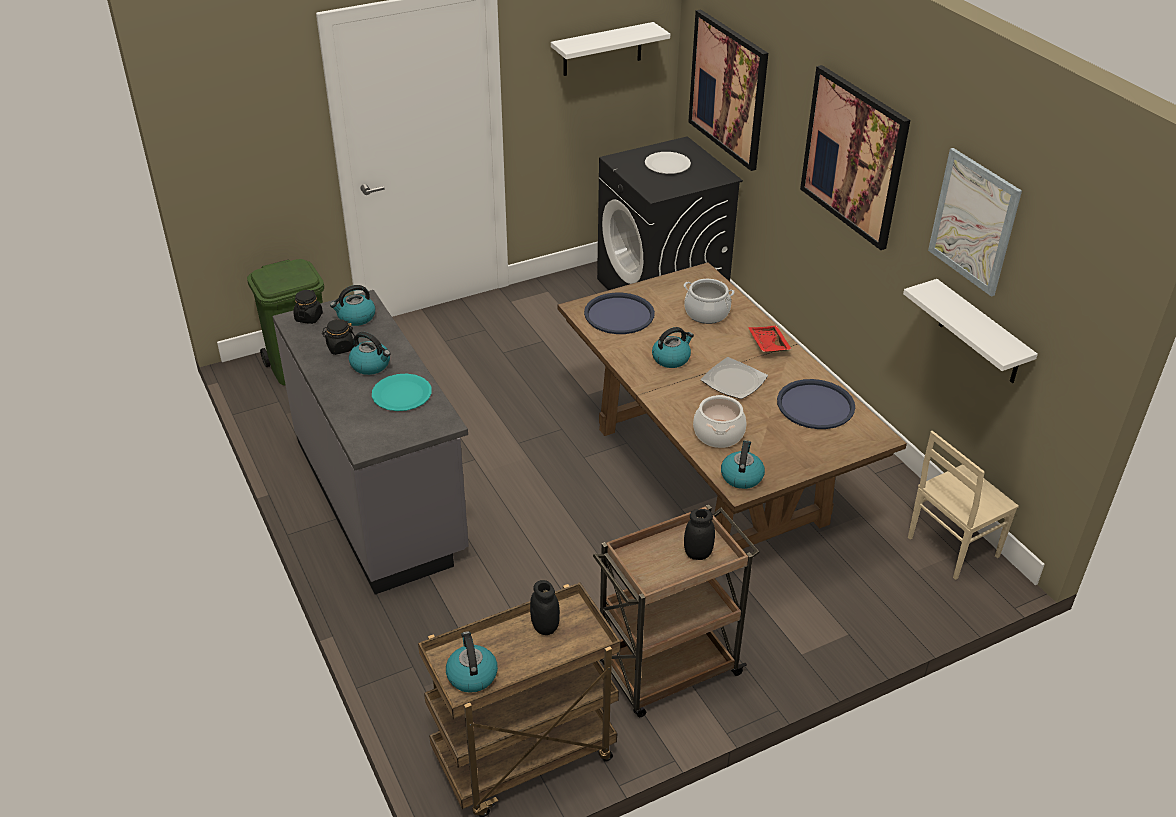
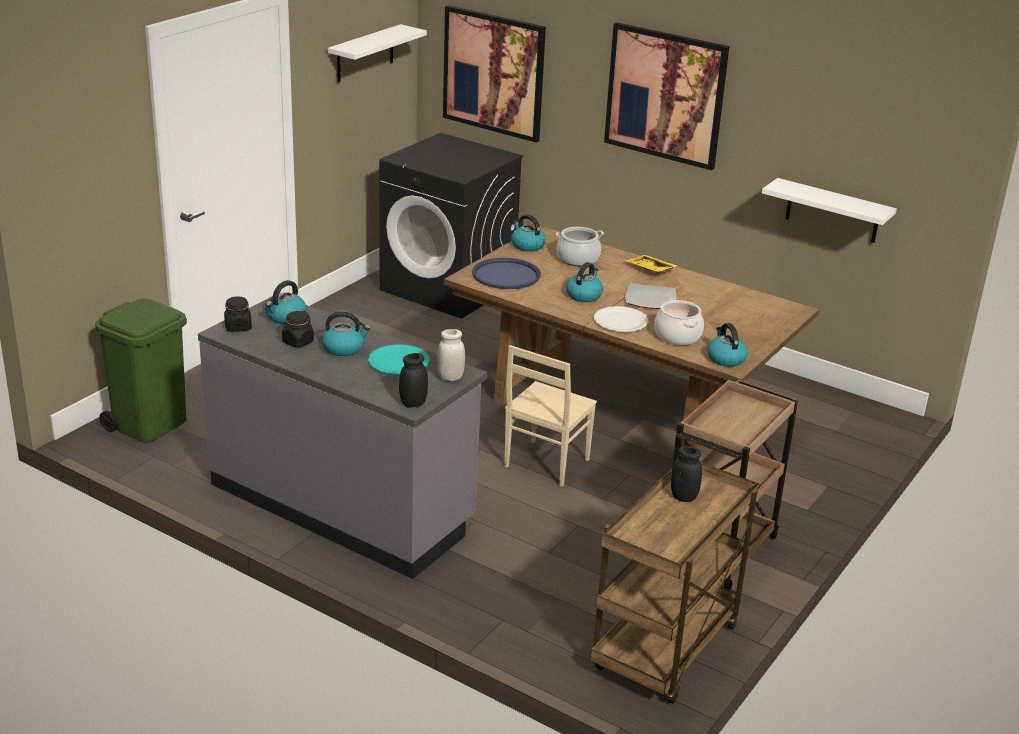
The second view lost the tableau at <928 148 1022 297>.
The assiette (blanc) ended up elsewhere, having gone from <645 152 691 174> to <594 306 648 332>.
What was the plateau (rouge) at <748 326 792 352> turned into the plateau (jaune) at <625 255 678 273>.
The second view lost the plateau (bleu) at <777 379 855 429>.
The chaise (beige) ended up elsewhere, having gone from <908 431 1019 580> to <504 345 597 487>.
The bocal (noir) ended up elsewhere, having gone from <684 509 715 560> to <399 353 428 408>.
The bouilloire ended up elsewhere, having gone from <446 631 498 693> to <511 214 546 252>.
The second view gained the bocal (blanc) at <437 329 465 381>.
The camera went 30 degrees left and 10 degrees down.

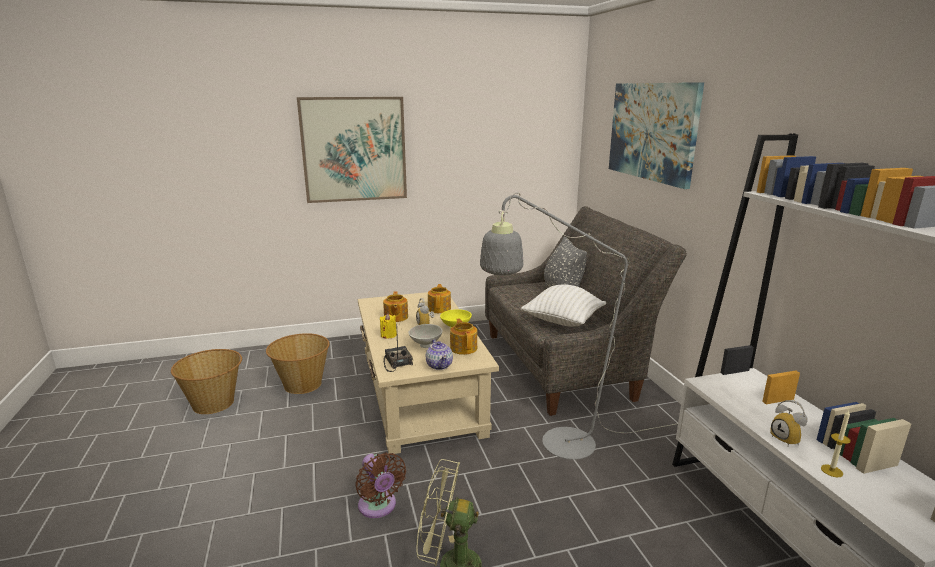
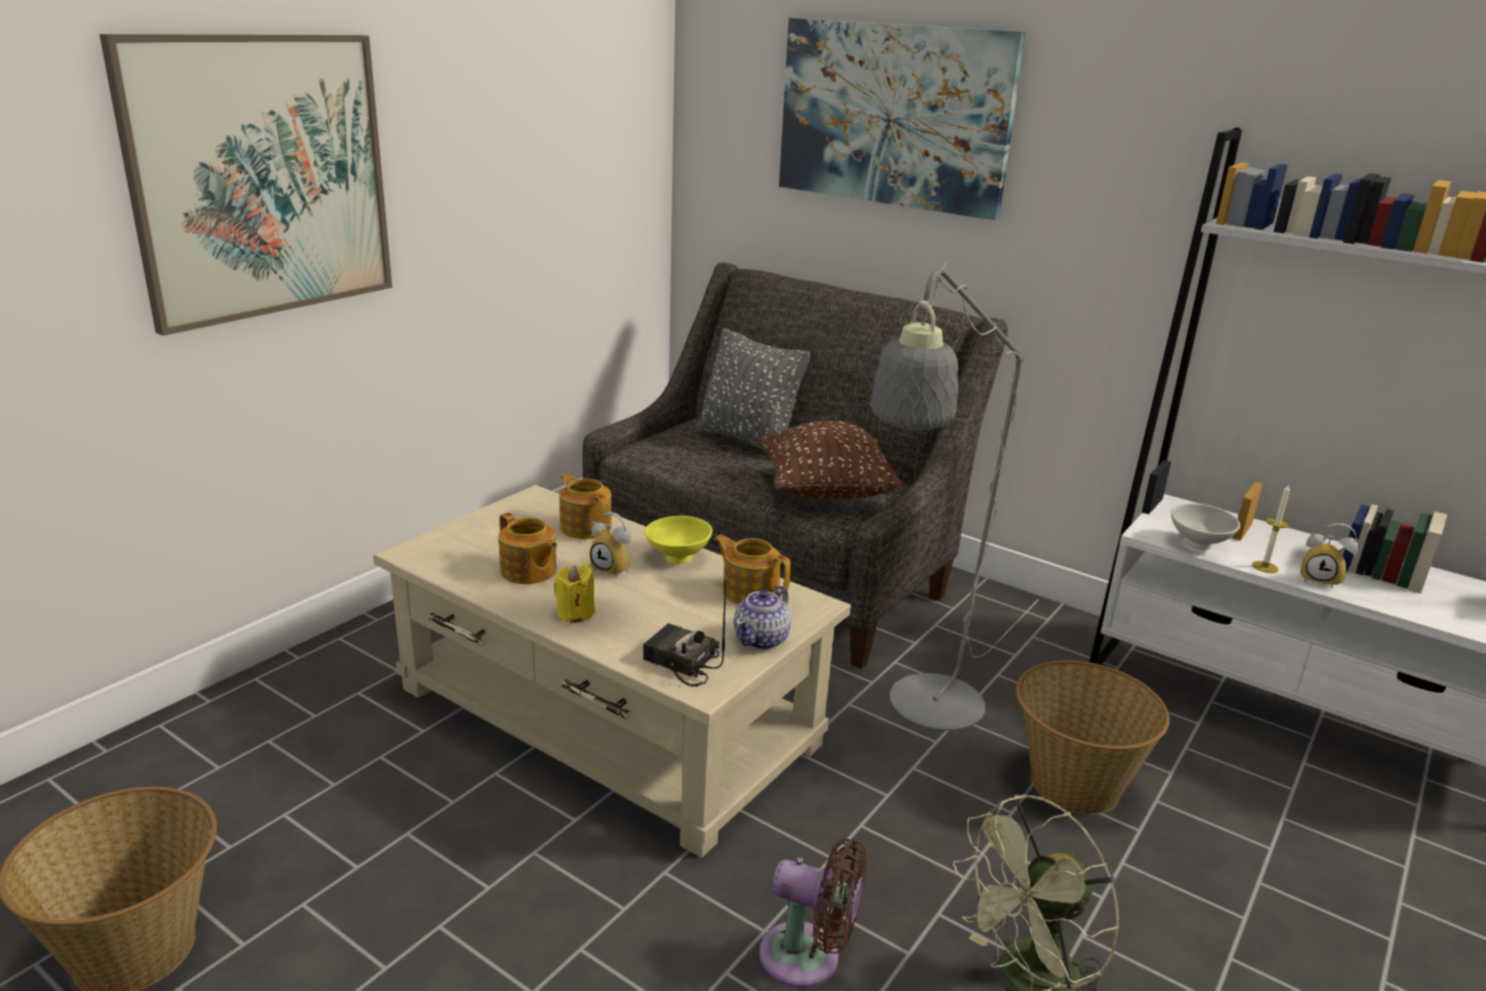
What was the coussin (blanc) at <521 285 606 327> turned into the coussin (marron) at <759 421 903 499>.
The bol (blanc) ended up elsewhere, having gone from <409 324 443 348> to <1171 503 1240 550>.
The panier ended up elsewhere, having gone from <266 333 330 394> to <1016 660 1170 815>.
The théière at <426 339 453 370> ended up facing another way, 90 degrees clockwise from before.
The bougie ended up elsewhere, having gone from <821 410 851 477> to <1252 484 1290 573>.
The camera went 40 degrees left and 5 degrees up.

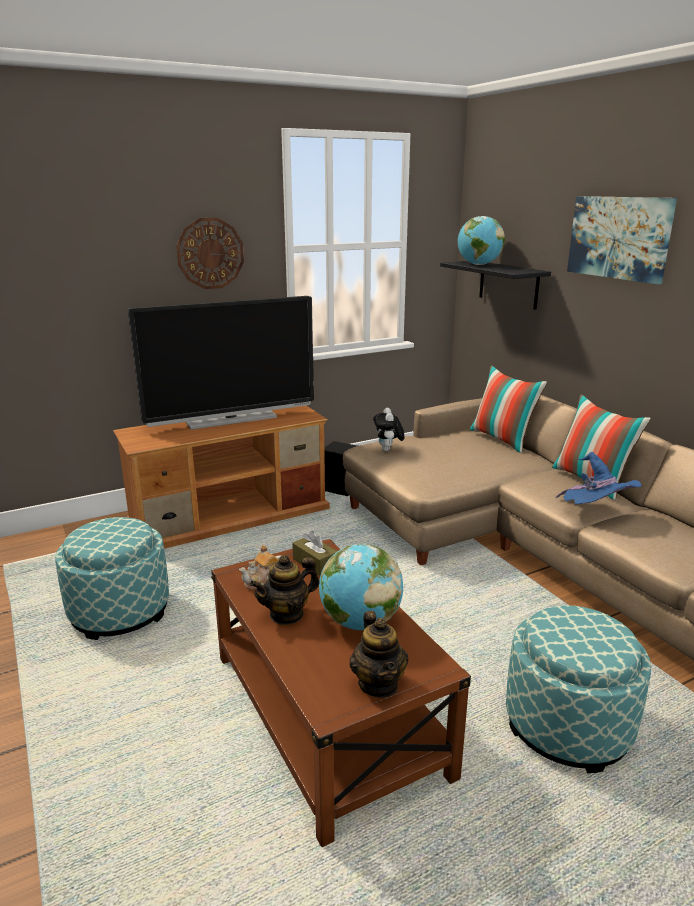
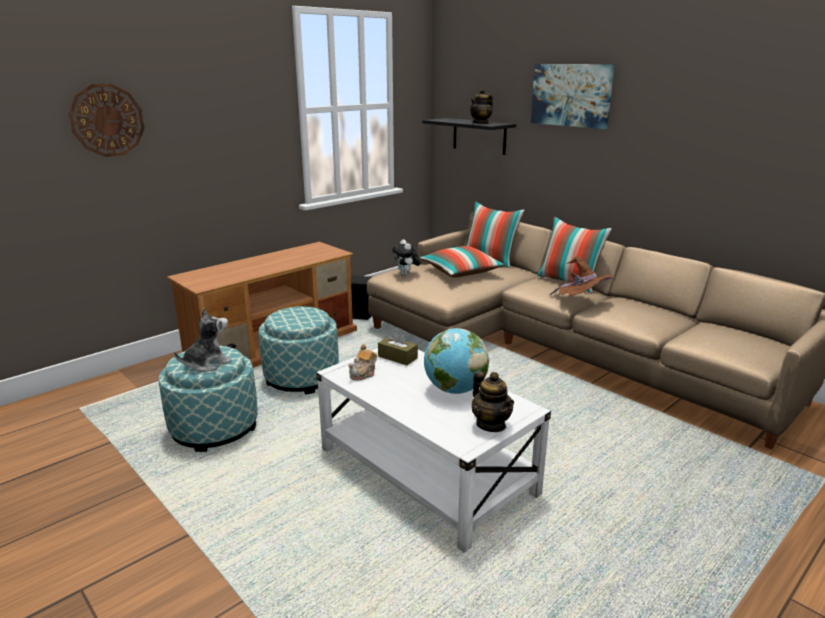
The second view lost the globe at <458 216 505 265>.
The horloge murale ended up elsewhere, having gone from <176 218 244 289> to <69 84 145 157>.
The second view lost the téléviseur at <128 296 314 430>.
What was the chapeau (bleu) at <555 452 642 504> turned into the chapeau (marron) at <550 256 614 296>.
What was the table basse (marron) at <211 539 471 847> turned into the table basse (blanc) at <316 348 551 553>.
The théière ended up elsewhere, having gone from <250 555 319 625> to <470 89 493 124>.
The pouf ended up elsewhere, having gone from <506 605 651 773> to <259 306 339 395>.
The second view gained the coussin at <420 246 505 277>.
The second view gained the peluche at <174 308 232 372>.
The camera went 15 degrees left and 0 degrees up.

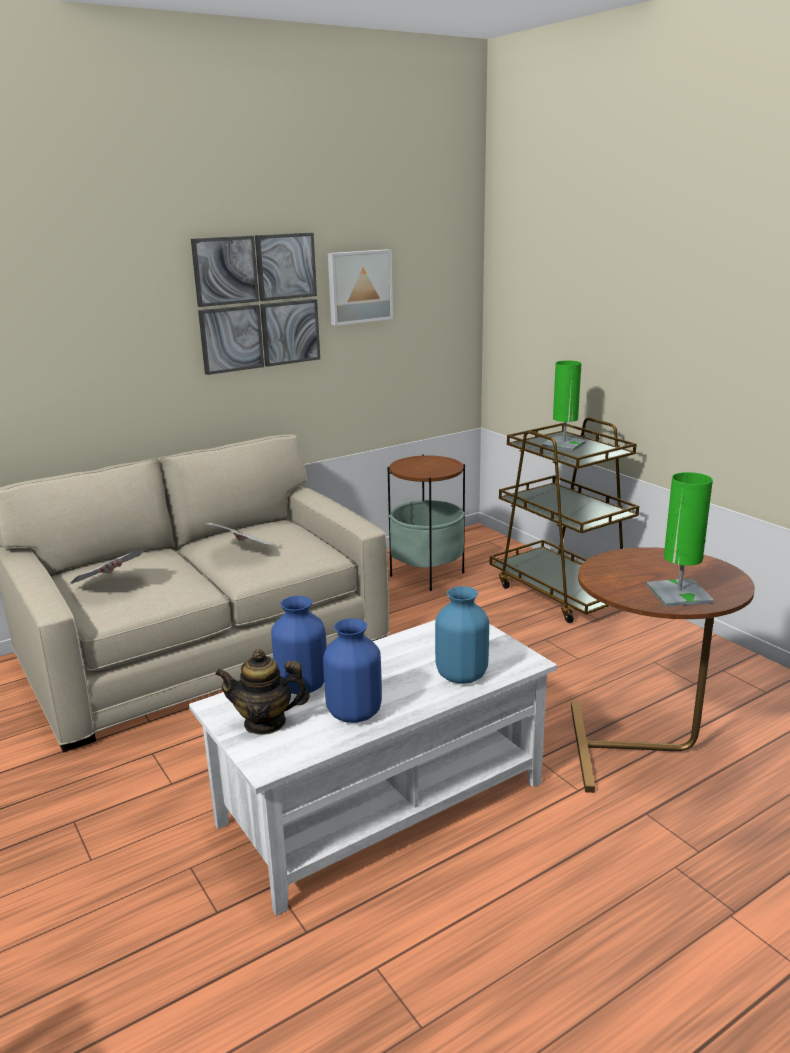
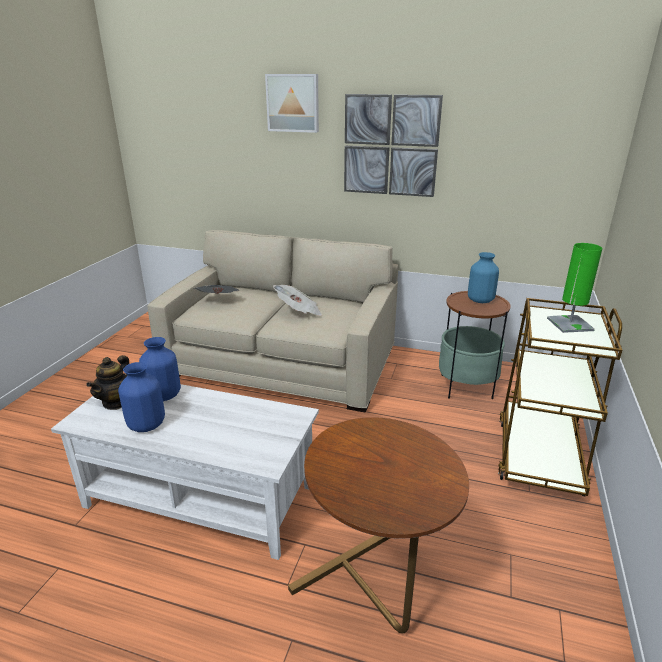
The tableau ended up elsewhere, having gone from <328 249 393 326> to <265 74 319 133>.
The second view lost the lampe de table (vert) at <646 472 714 607>.
The vase (bleu) ended up elsewhere, having gone from <435 586 489 684> to <468 252 499 303>.
The théière at <215 649 310 735> ended up facing another way, 120 degrees counterclockwise from before.
The camera went 50 degrees right and 5 degrees up.

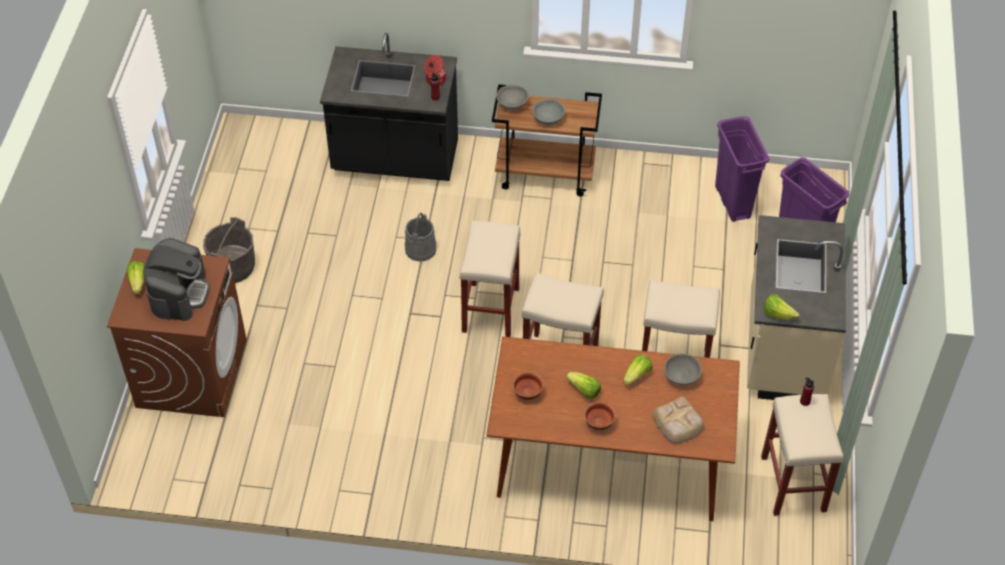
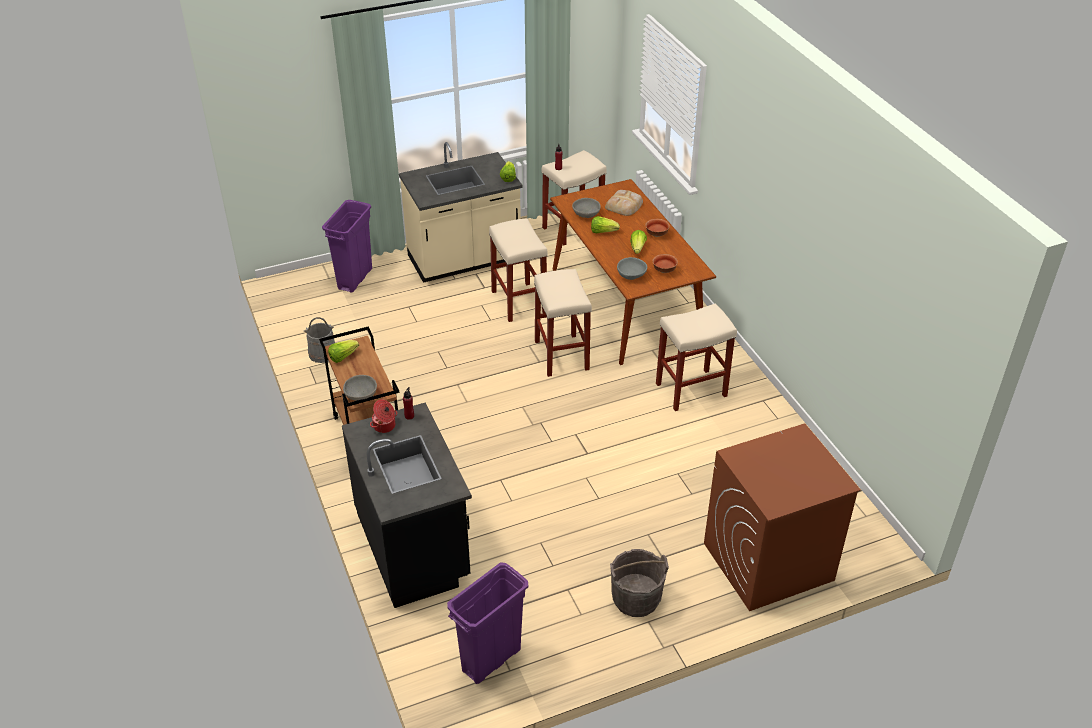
The bol (gris) ended up elsewhere, having gone from <533 99 565 125> to <617 257 647 280>.
The poubelle (violet) ended up elsewhere, having gone from <715 116 770 222> to <447 562 528 684>.
The seau (gris) ended up elsewhere, having gone from <405 213 436 262> to <304 317 335 363>.
The tabouret (beige) ended up elsewhere, having gone from <460 221 521 337> to <656 304 737 411>.
The second view lost the machine à café at <143 238 210 321>.
The laitue ended up elsewhere, having gone from <127 261 145 294> to <328 340 359 363>.
The camera went 120 degrees left and 10 degrees down.

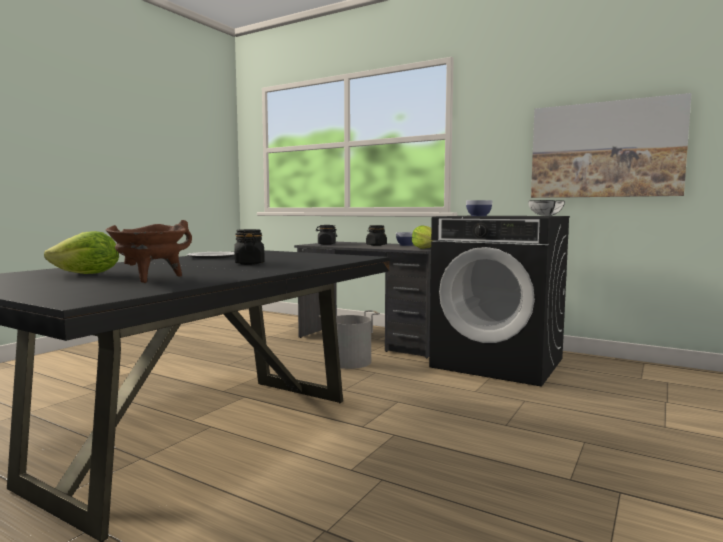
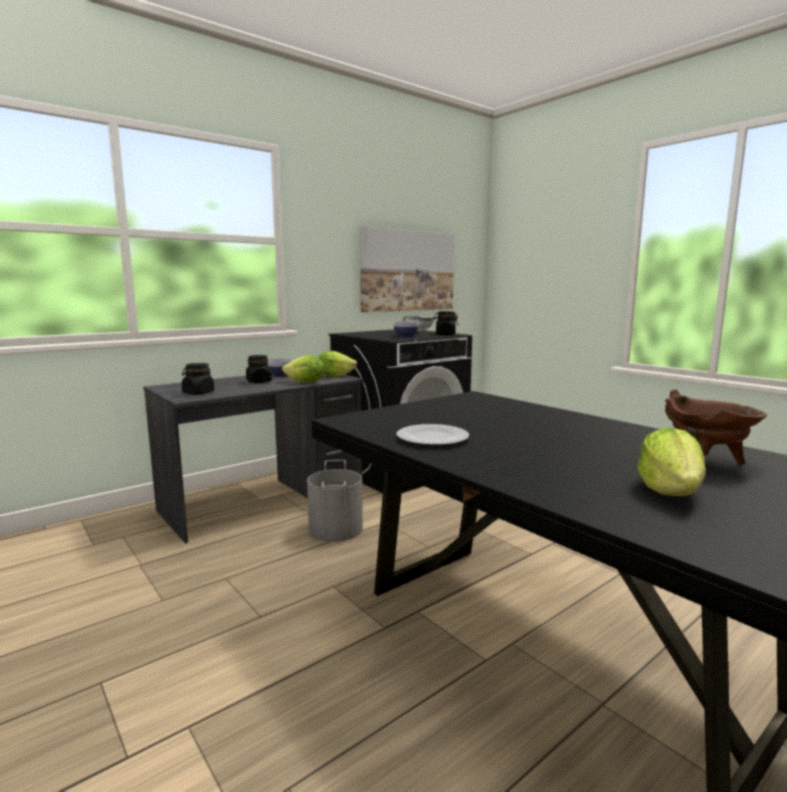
The bocal (noir) ended up elsewhere, having gone from <234 229 265 265> to <433 311 458 335>.
The second view gained the laitue at <282 355 325 382>.
The camera went 70 degrees left and 5 degrees up.

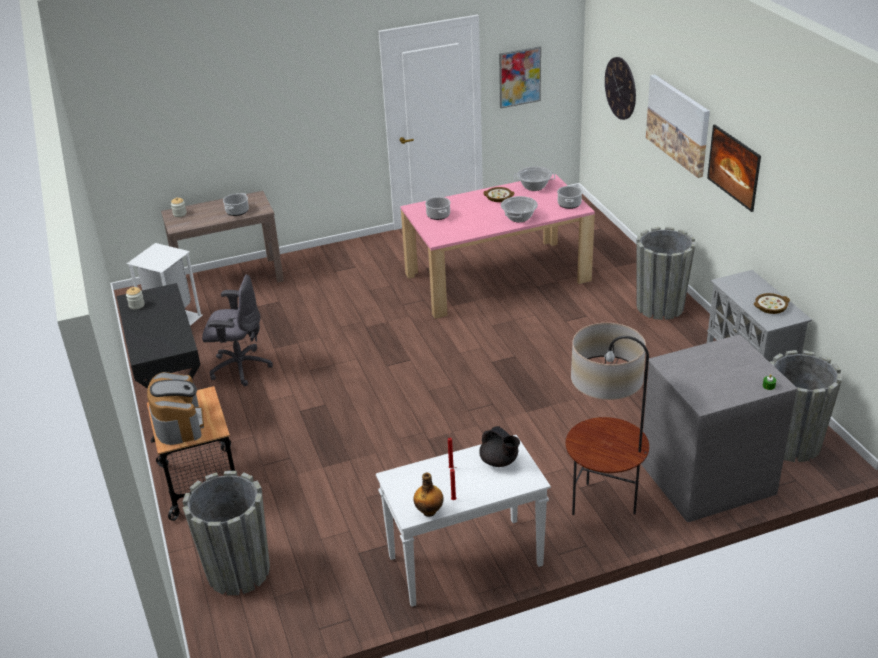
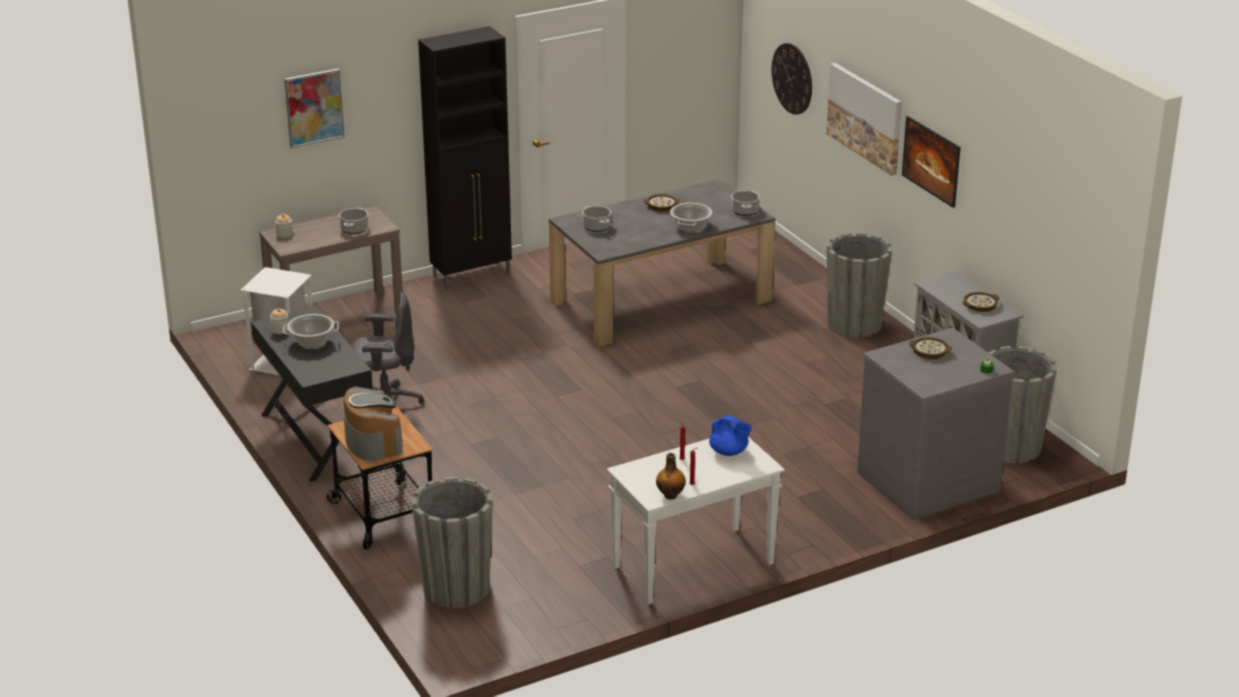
The tableau ended up elsewhere, having gone from <499 47 541 108> to <284 69 345 148>.
The marmite ended up elsewhere, having gone from <514 166 555 191> to <283 314 339 348>.
What was the table à manger (rose) at <401 174 595 319> turned into the table à manger (gris) at <549 179 775 347>.
The second view lost the lampadaire at <566 323 649 515>.
What was the théière (noir) at <479 426 520 467> turned into the théière (bleu) at <709 415 752 456>.
The second view gained the meuble de rangement (noir) at <418 26 512 289>.
The second view gained the bol at <909 337 952 359>.
The camera went 10 degrees left and 5 degrees down.

